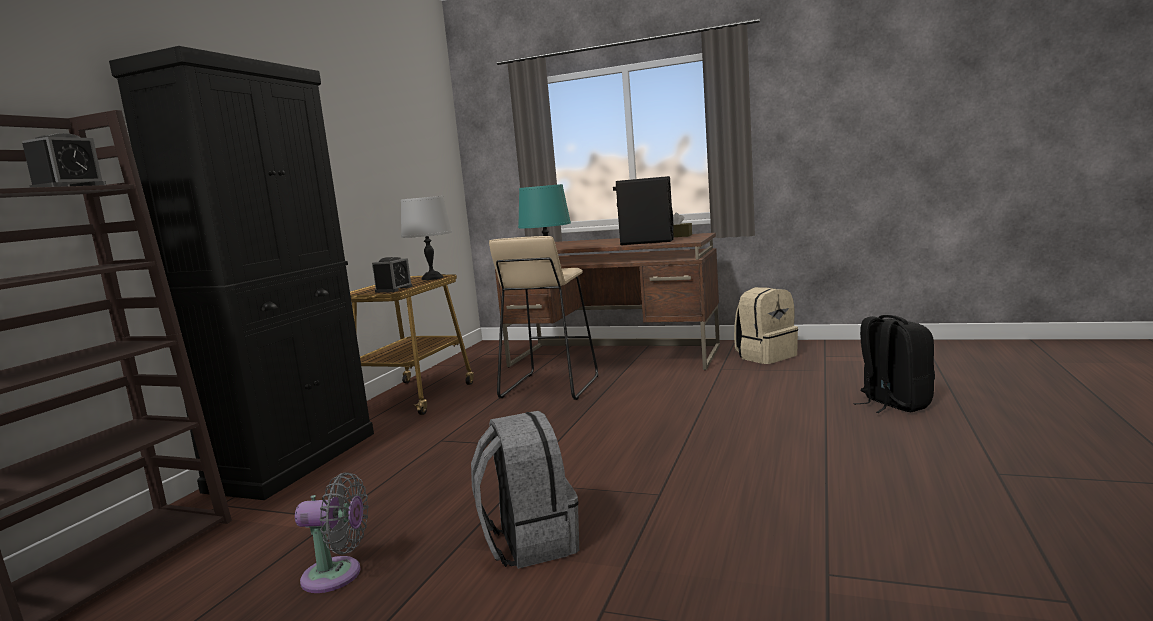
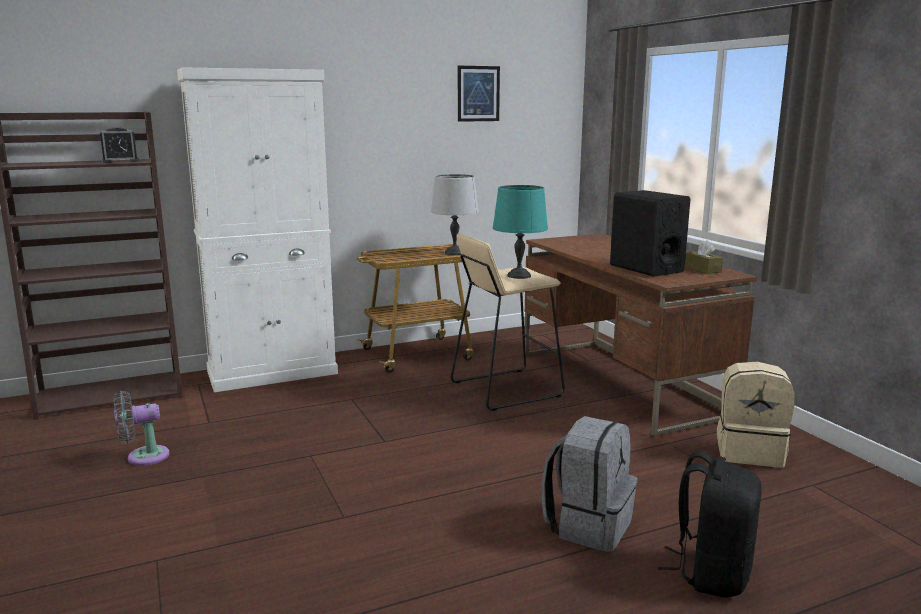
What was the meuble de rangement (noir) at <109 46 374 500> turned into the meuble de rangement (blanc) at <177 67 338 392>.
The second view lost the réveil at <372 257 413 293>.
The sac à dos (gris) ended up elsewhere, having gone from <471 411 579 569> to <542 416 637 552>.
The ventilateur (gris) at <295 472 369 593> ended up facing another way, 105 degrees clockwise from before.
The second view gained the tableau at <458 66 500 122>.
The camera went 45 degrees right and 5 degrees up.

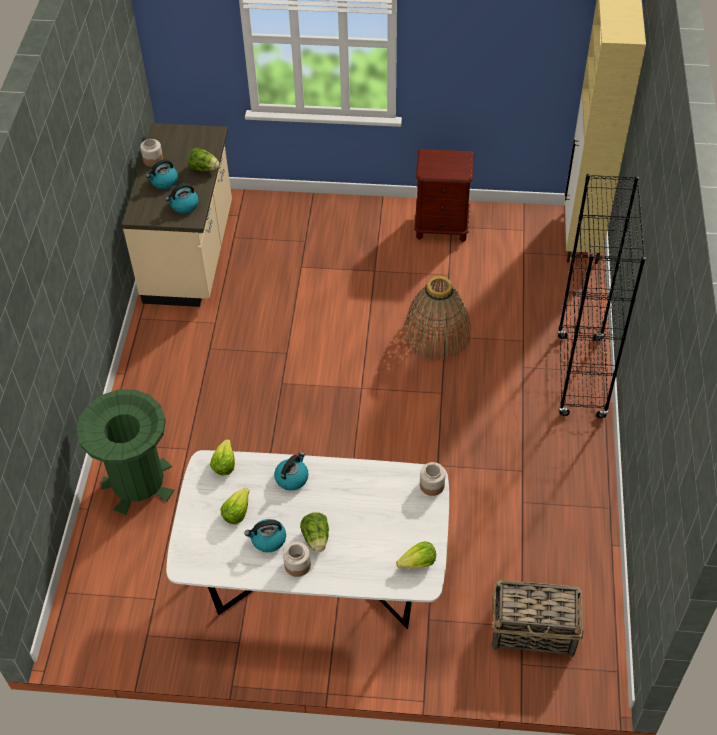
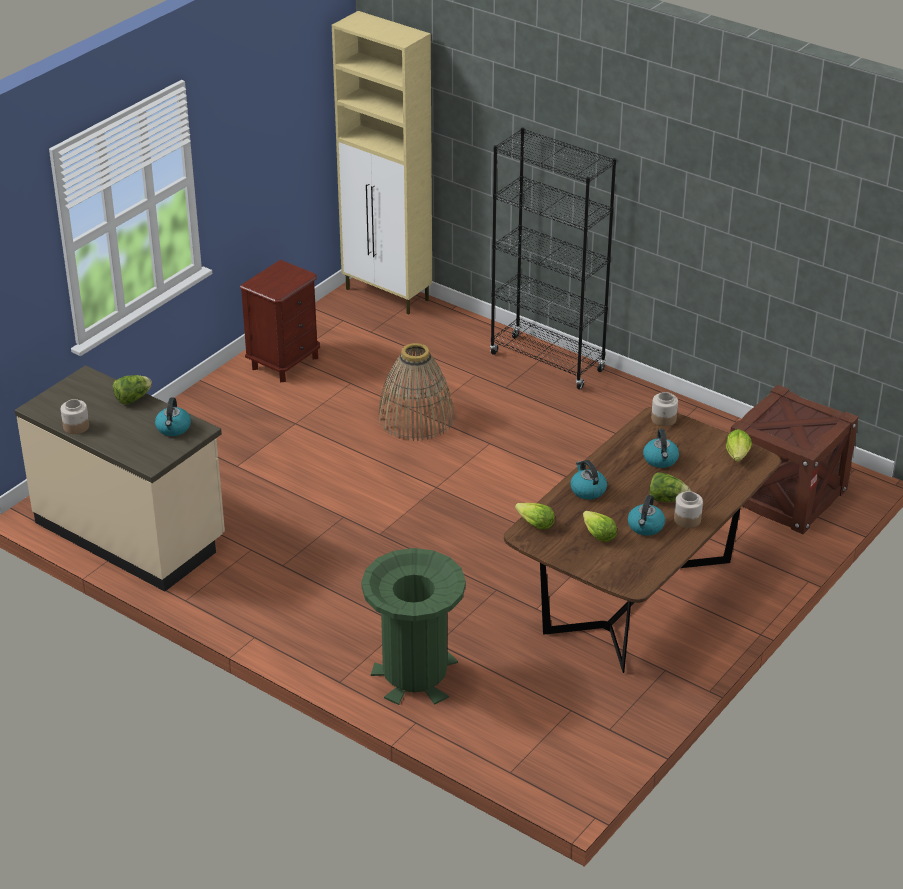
The bouilloire ended up elsewhere, having gone from <146 159 178 189> to <643 429 679 468>.
What was the table à manger (blanc) at <166 450 449 629> turned into the table à manger (marron) at <504 407 781 673>.
Where the panier stood at <492 580 584 657>, the caisse came to stand at <730 385 859 534>.
The camera went 60 degrees left and 15 degrees down.

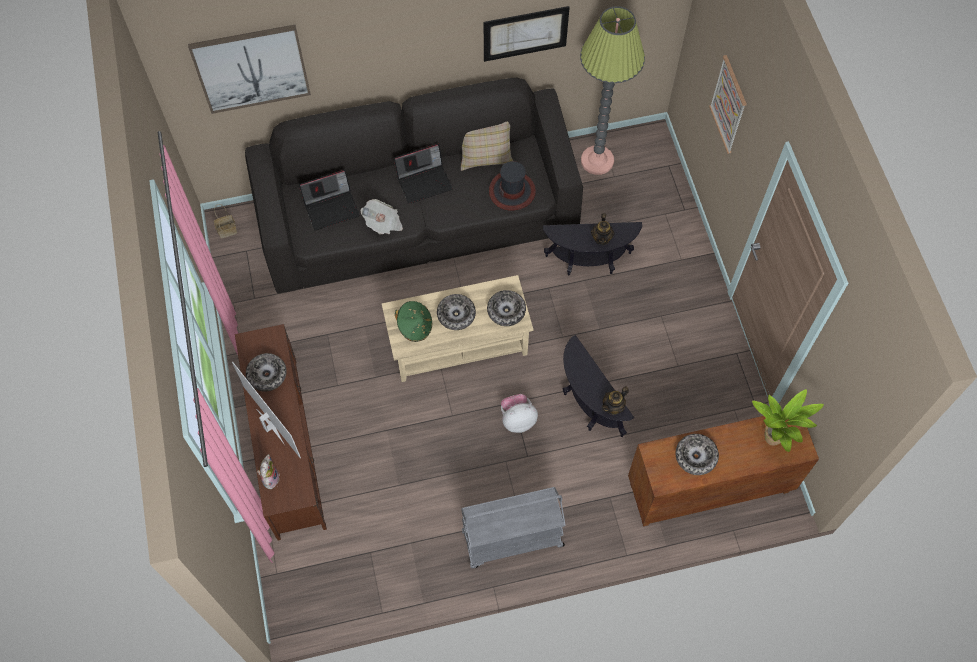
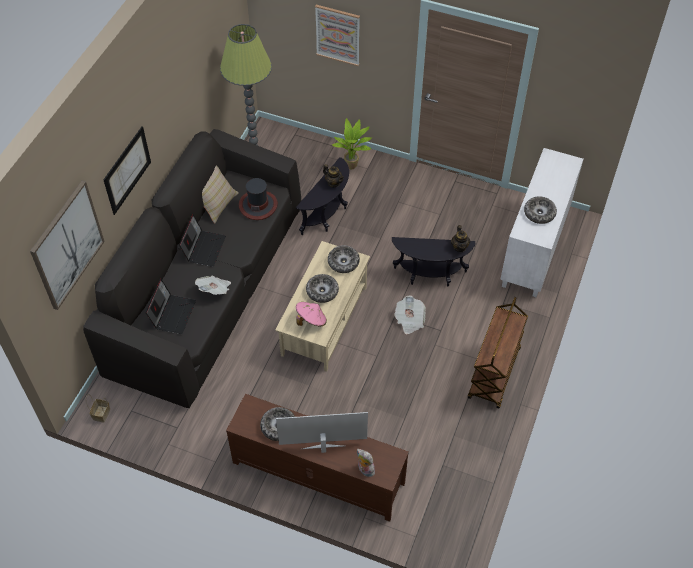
The tableau ended up elsewhere, having gone from <484 6 570 62> to <103 126 151 215>.
What was the chapeau (vert) at <395 301 432 342> turned into the chapeau (rose) at <296 302 327 326>.
The plante en pot ended up elsewhere, having gone from <752 389 824 452> to <331 118 373 169>.
Where the peluche stood at <501 394 538 433>, the journal came to stand at <394 296 426 334>.
What was the meuble de rangement (marron) at <628 416 819 527> turned into the meuble de rangement (blanc) at <500 148 583 297>.
What was the chariot (gris) at <461 487 566 568> turned into the chariot (marron) at <468 297 528 409>.
The camera went 55 degrees left and 10 degrees down.

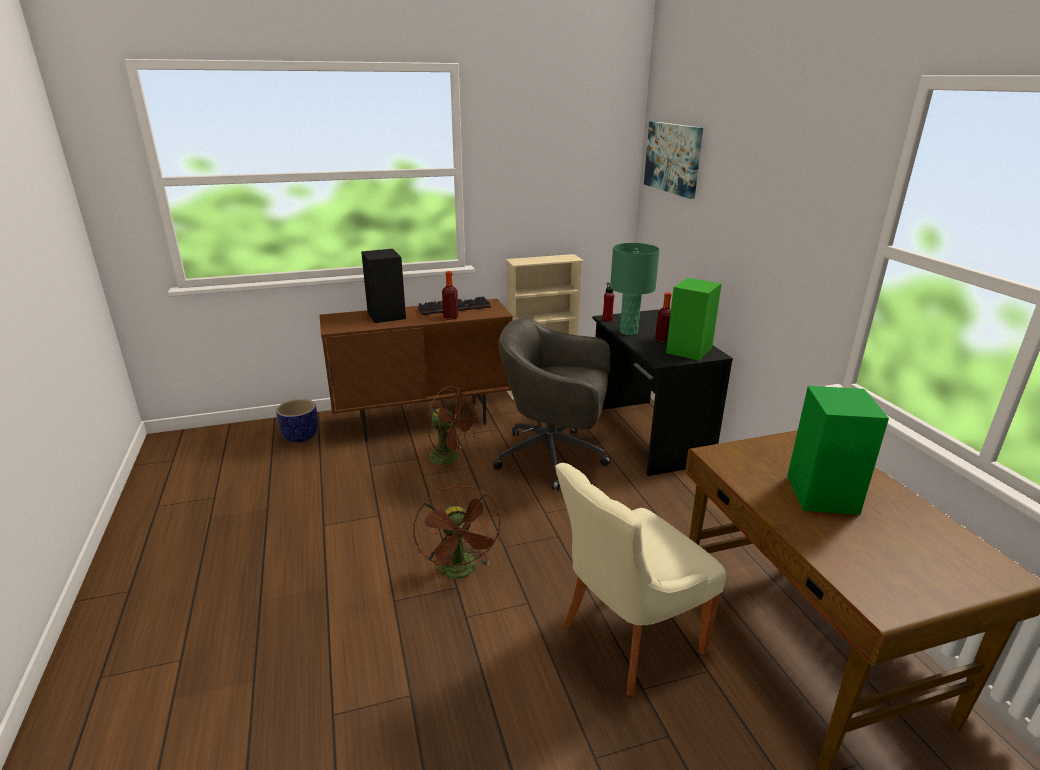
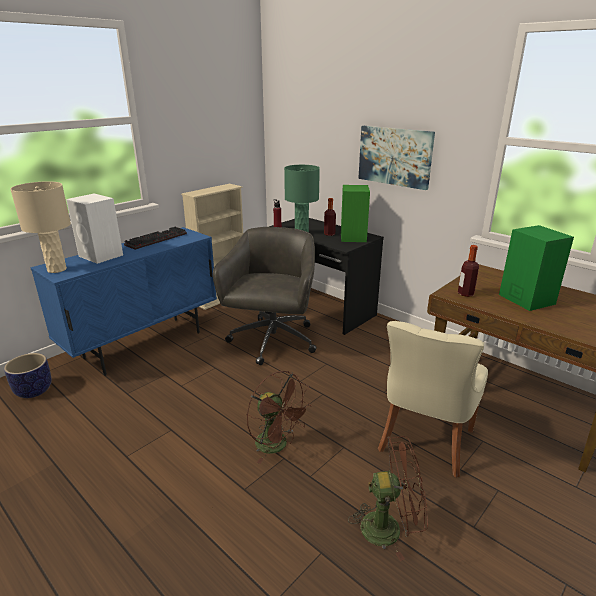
The tableau ended up elsewhere, having gone from <644 121 703 199> to <358 126 435 190>.
What was the enceinte (noir) at <361 249 406 323> turned into the enceinte (blanc) at <66 194 123 264>.
The bouteille ended up elsewhere, having gone from <442 271 458 320> to <458 245 479 297>.
What was the meuble de rangement (marron) at <320 299 513 442> turned into the meuble de rangement (bleu) at <30 227 217 376>.
The chaise de bureau (gris) at <493 318 611 491> ended up facing another way, 120 degrees clockwise from before.
The ventilateur (marron) ended up elsewhere, having gone from <427 386 478 472> to <348 436 428 561>.
The second view gained the lampe de table (beige) at <10 181 71 273>.
The camera went 30 degrees left and 0 degrees up.

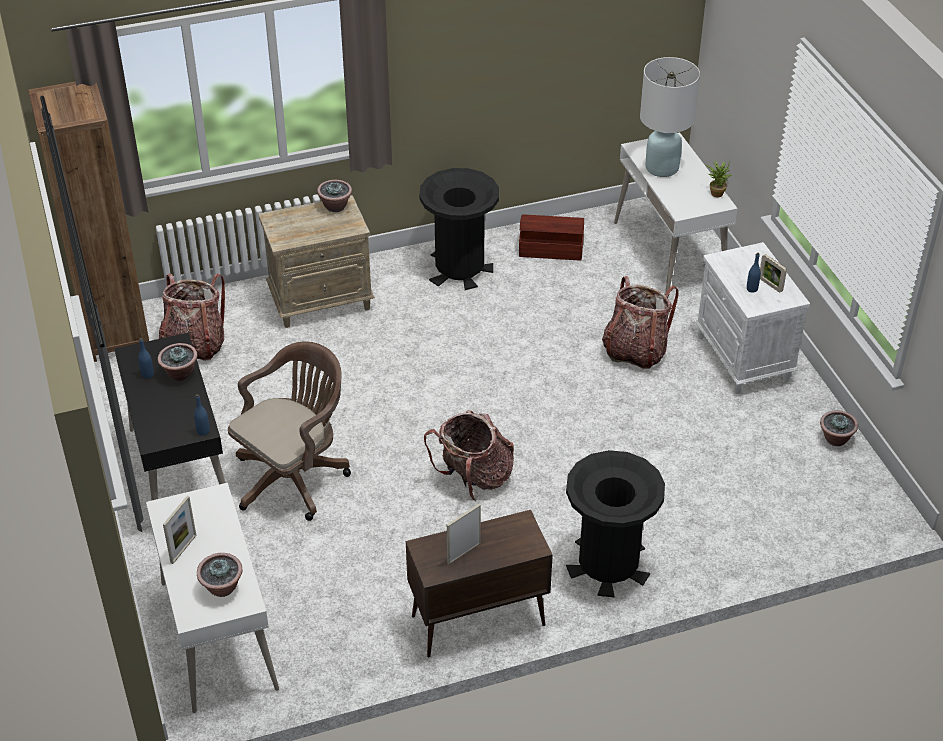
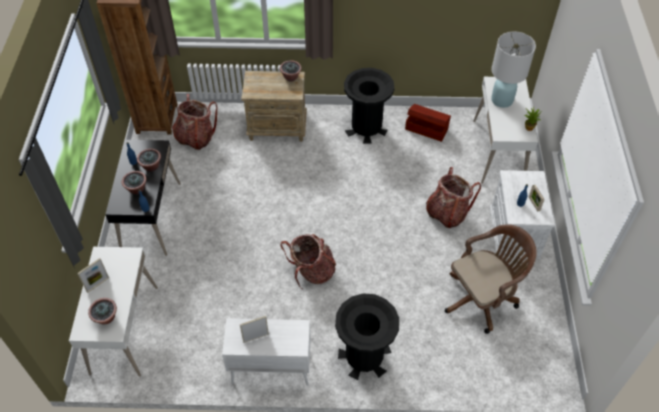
The chaise de bureau (marron) ended up elsewhere, having gone from <228 341 351 521> to <445 224 537 334>.
The plante en pot ended up elsewhere, having gone from <820 410 858 446> to <122 171 147 195>.
What was the meuble de rangement (marron) at <406 510 553 657> turned into the meuble de rangement (blanc) at <222 318 311 386>.
The camera went 20 degrees right and 10 degrees up.

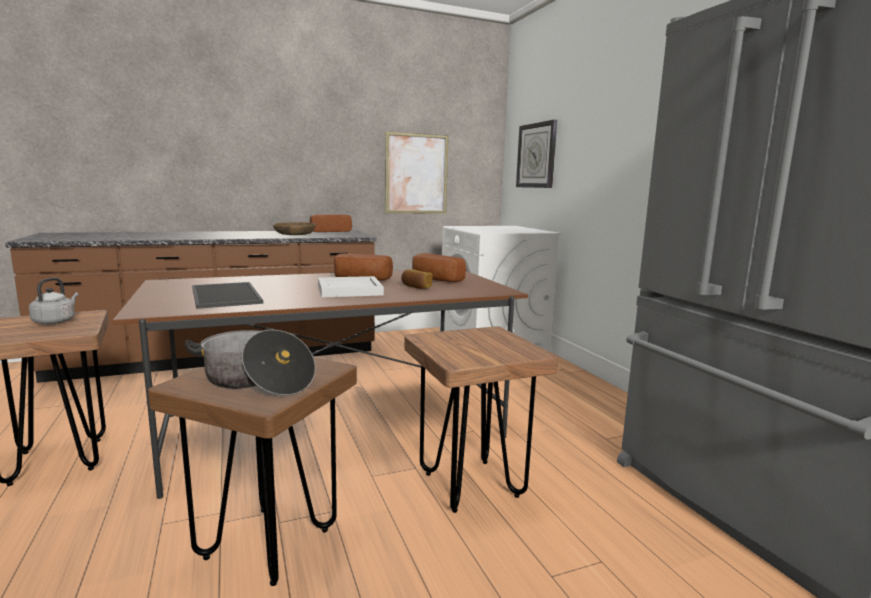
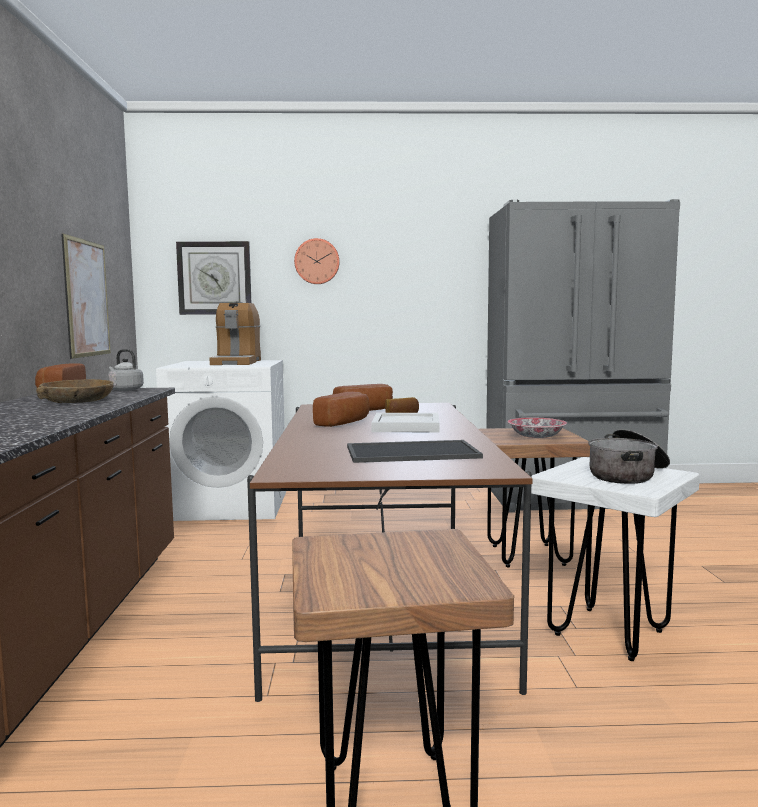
The bouilloire (gris) ended up elsewhere, having gone from <29 278 79 324> to <108 349 144 391>.
What was the tabouret (marron) at <148 358 357 586> turned into the tabouret (blanc) at <531 457 700 661>.
The second view gained the horloge murale at <294 238 340 284>.
The second view gained the machine à café at <210 302 261 365>.
The second view gained the bol at <508 418 567 438>.
The camera went 70 degrees left and 5 degrees down.

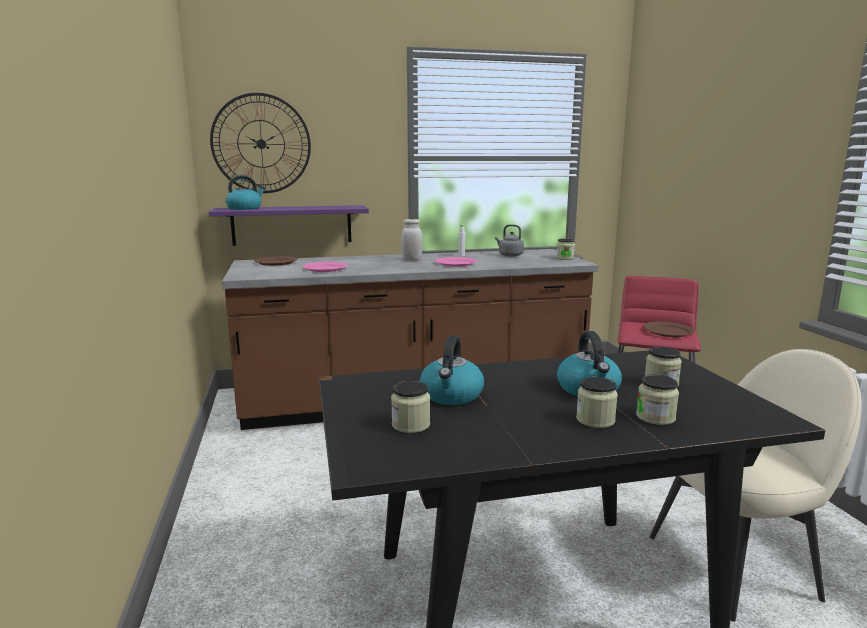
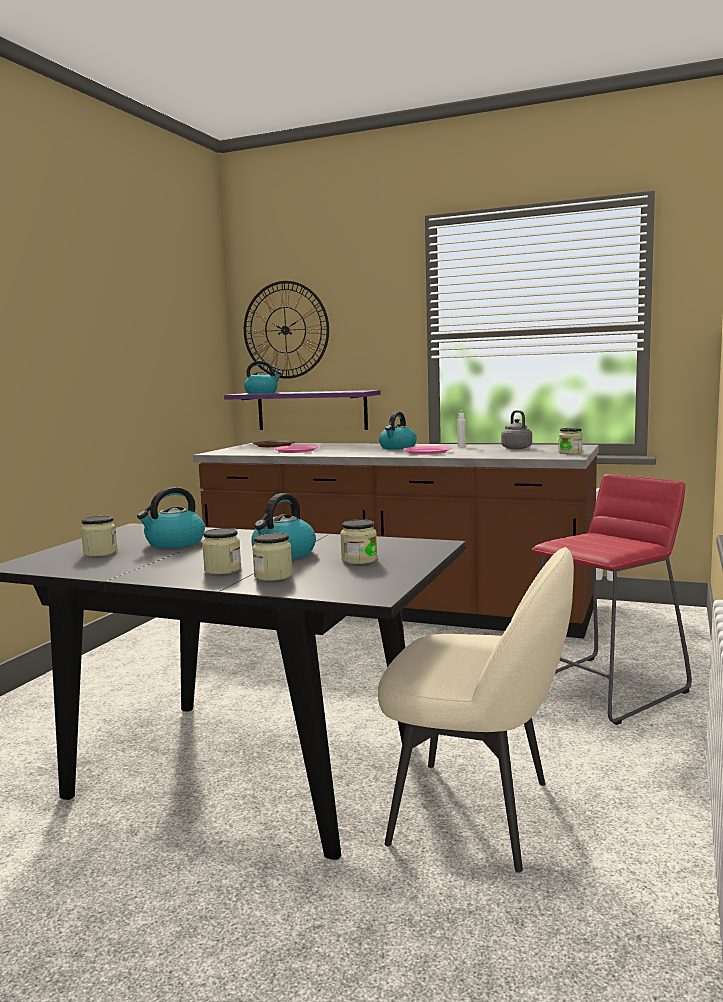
Where the bocal (blanc) stood at <401 219 423 261>, the bouilloire came to stand at <379 412 417 450>.
The second view lost the assiette (marron) at <643 322 695 337>.
The camera went 35 degrees right and 5 degrees down.

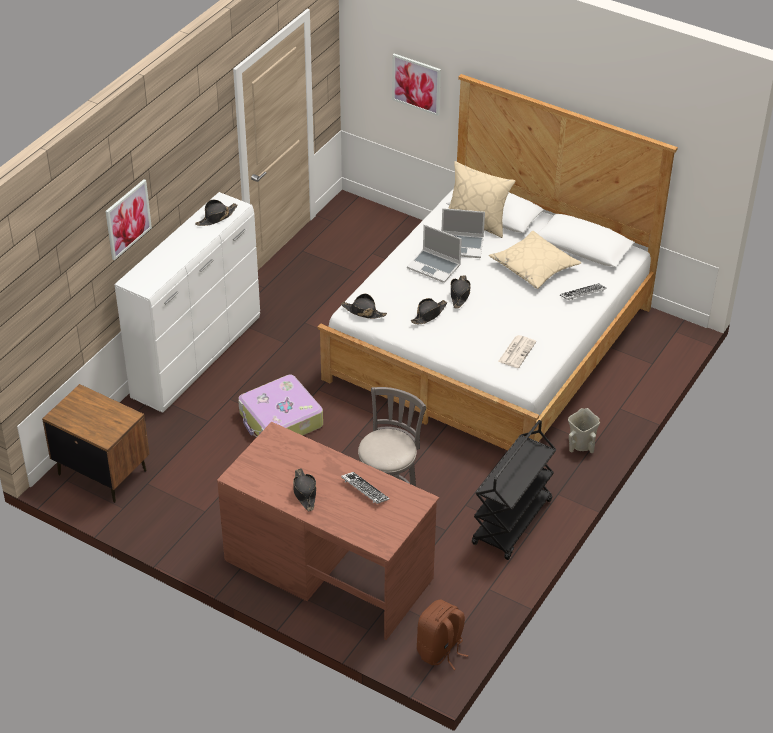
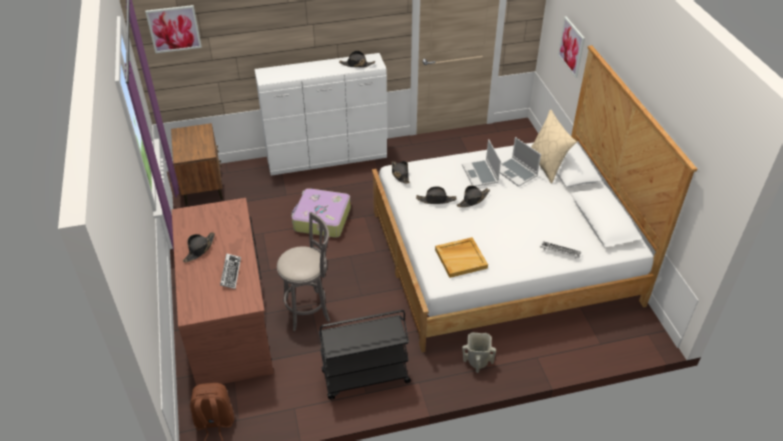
The tableau ended up elsewhere, having gone from <105 179 152 260> to <145 5 202 53>.
The second view lost the coussin (beige) at <489 231 581 289>.
Where the journal stood at <498 335 536 368>, the plateau (beige) came to stand at <435 237 488 278>.
The camera went 45 degrees right and 0 degrees up.

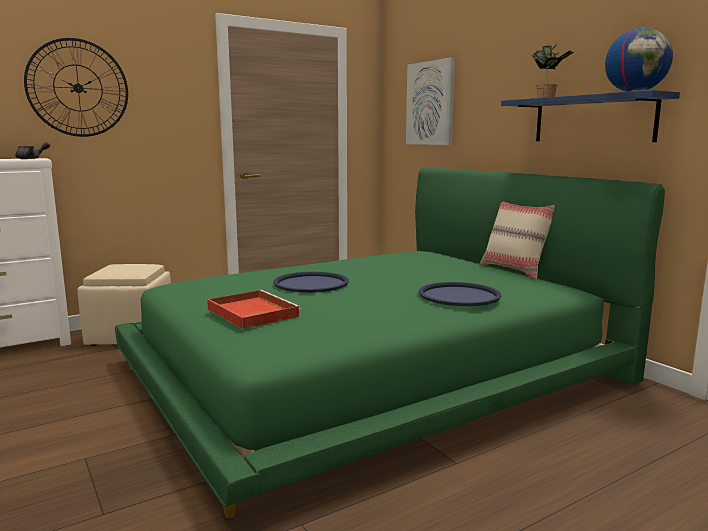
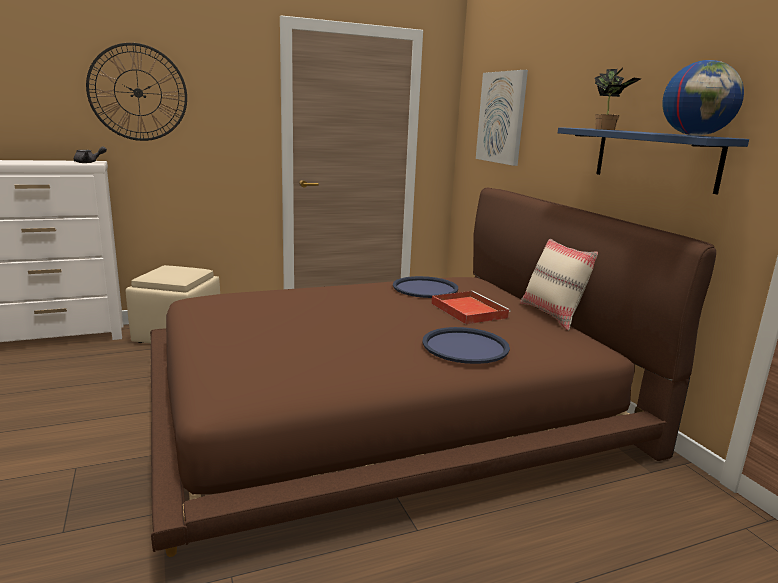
What was the lit (vert) at <115 168 665 518> turned into the lit (marron) at <150 187 716 557>.
The plateau (bleu) ended up elsewhere, having gone from <273 272 349 293> to <393 276 458 298>.
The plateau (rouge) ended up elsewhere, having gone from <207 290 301 329> to <431 291 511 324>.
The camera went 10 degrees right and 5 degrees up.

